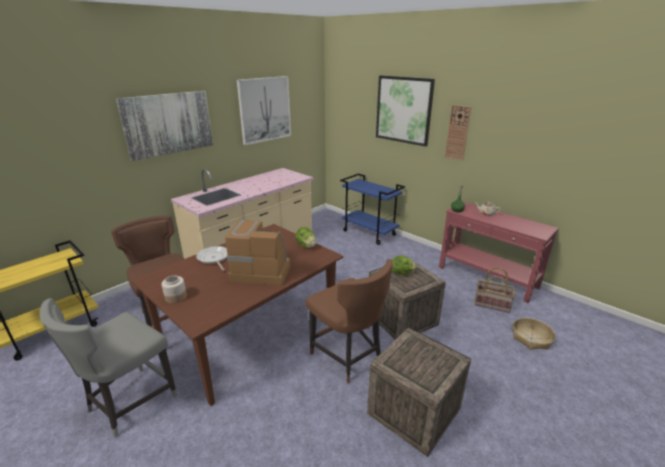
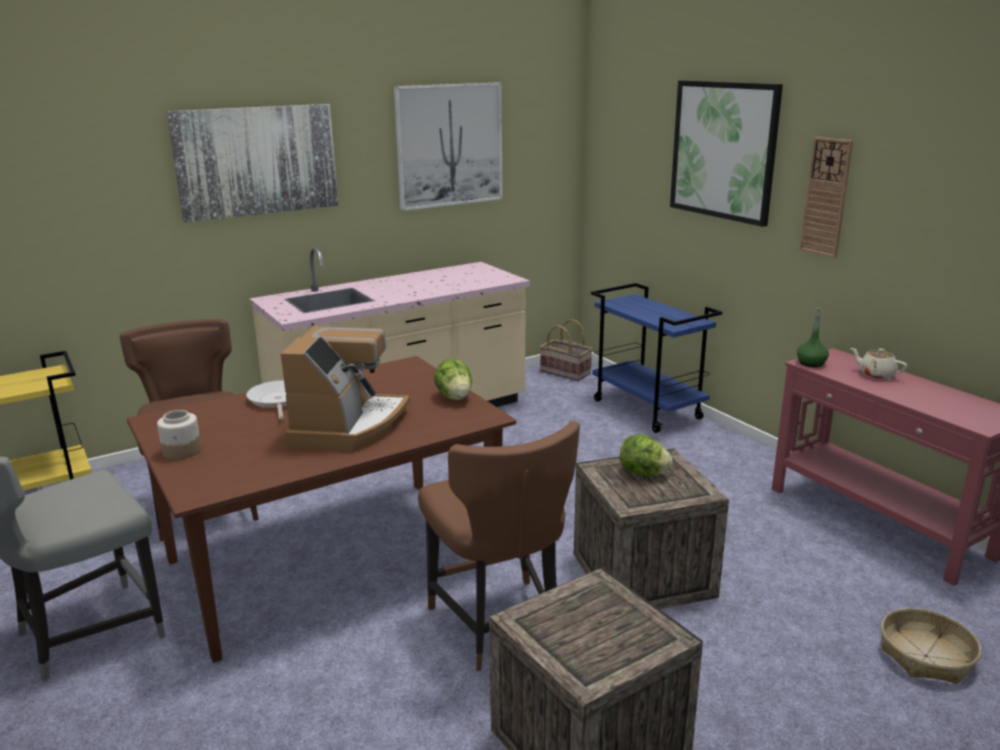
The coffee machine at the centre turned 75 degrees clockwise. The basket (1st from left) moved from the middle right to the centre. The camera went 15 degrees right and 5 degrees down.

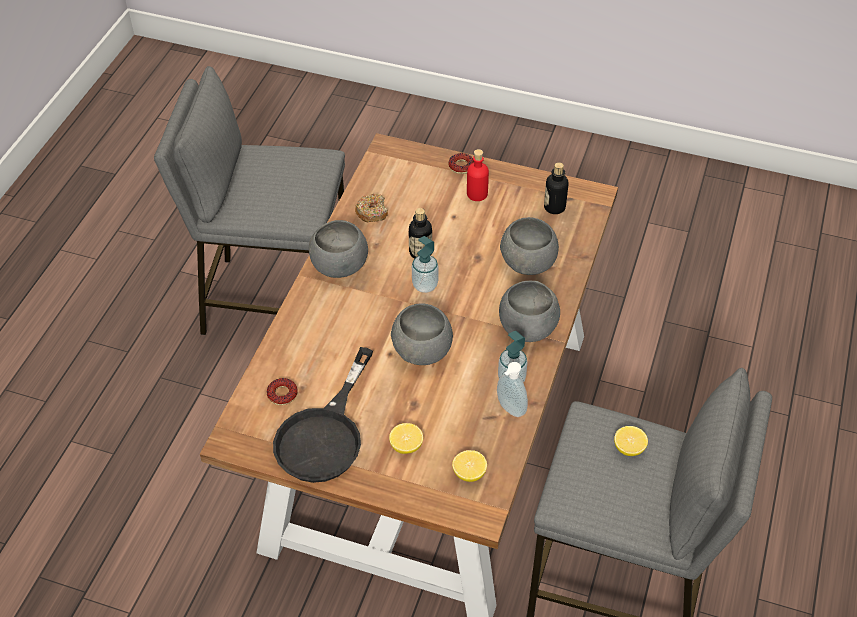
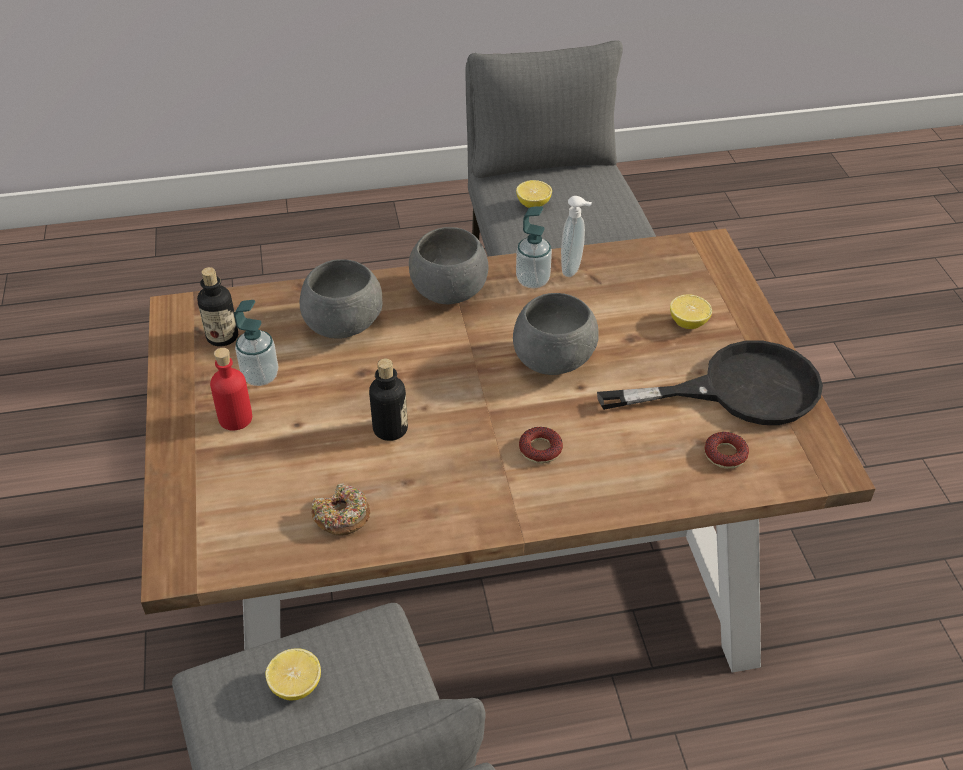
The grey bowl (1st from left) at the centre disappeared. The soap dispenser (1st from left) moved from the centre to the middle left. The donut (3rd from left in the first image) moved from the top centre to the centre. The lemon (2nd from left in the first image) moved from the bottom centre to the bottom left. The camera went 120 degrees left and 5 degrees down.

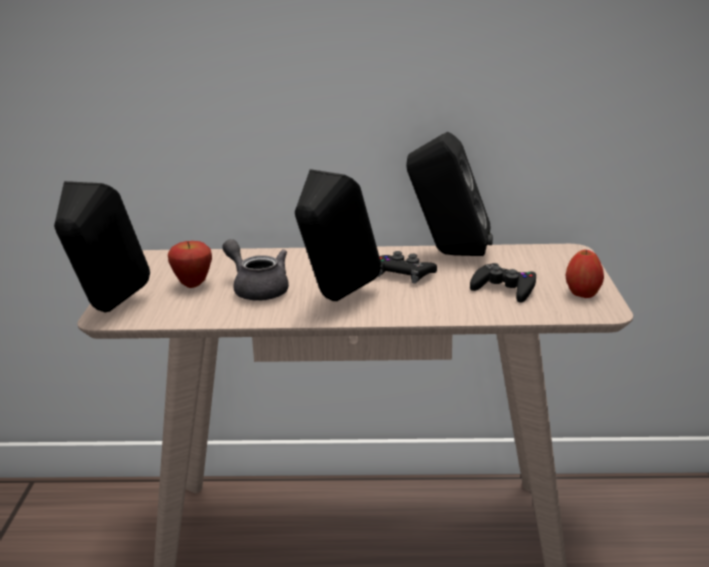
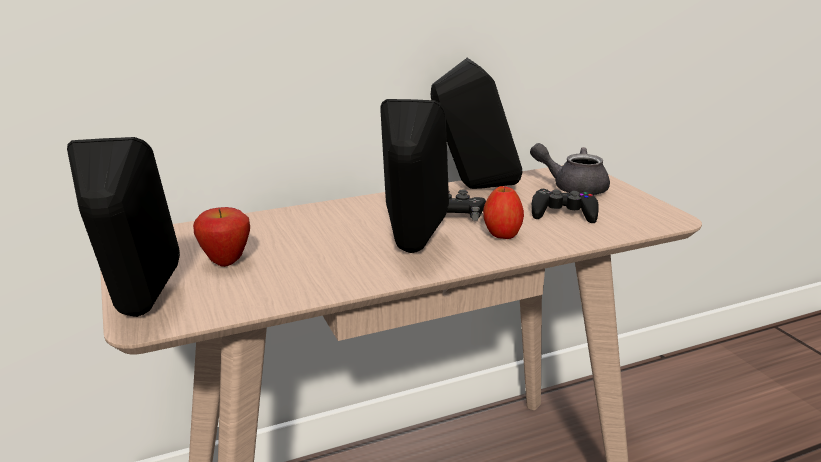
The grey teapot moved from the centre to the middle right. The apple (2nd from left) moved from the middle right to the centre. The camera went 25 degrees left and 0 degrees up.

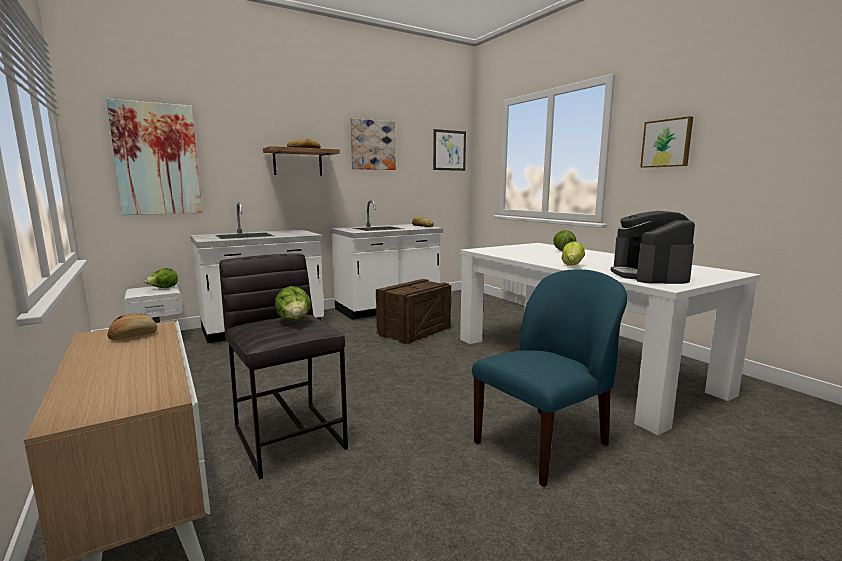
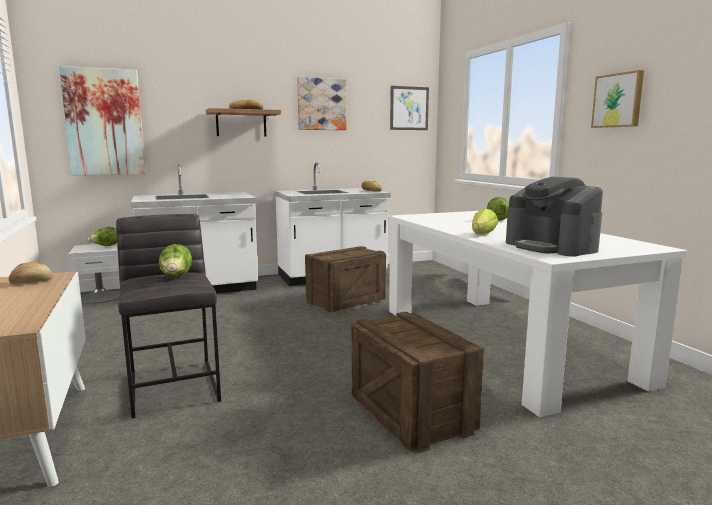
The blue chair at the bottom centre was replaced by the crate (2nd from left) at the bottom centre. The coffee machine at the middle right turned 45 degrees counterclockwise. The camera went 10 degrees right and 0 degrees up.

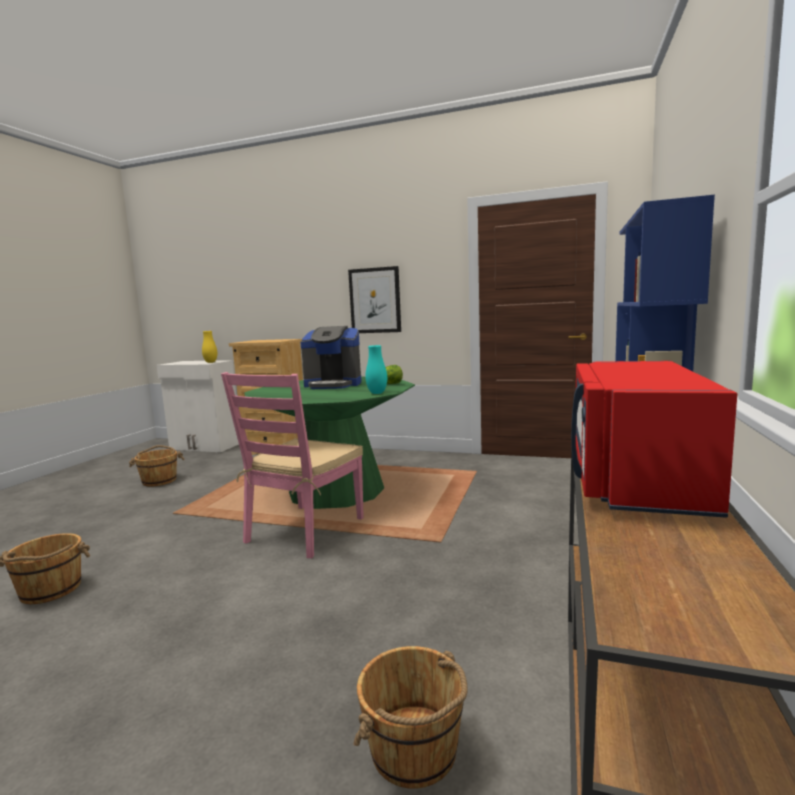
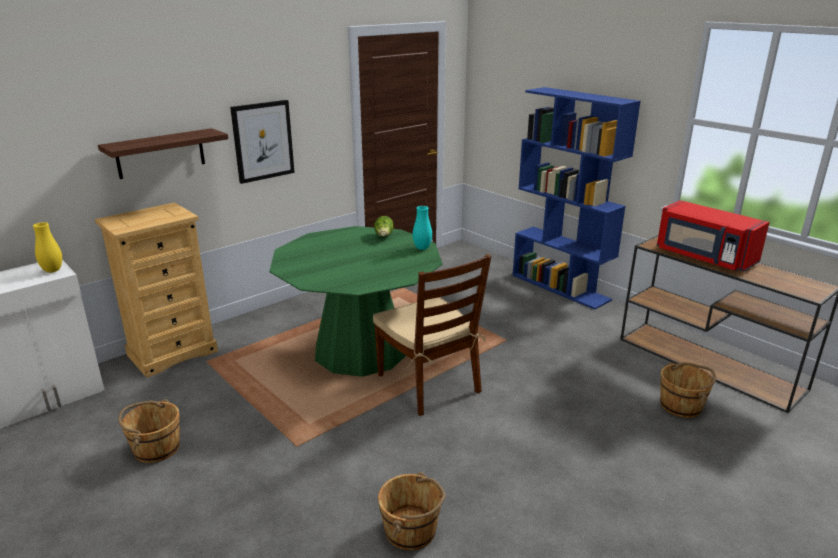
The pink chair at the centre became the brown chair at the centre. The coffee machine at the centre disappeared. The shelf at the top left appeared. The camera went 60 degrees left and 15 degrees up.

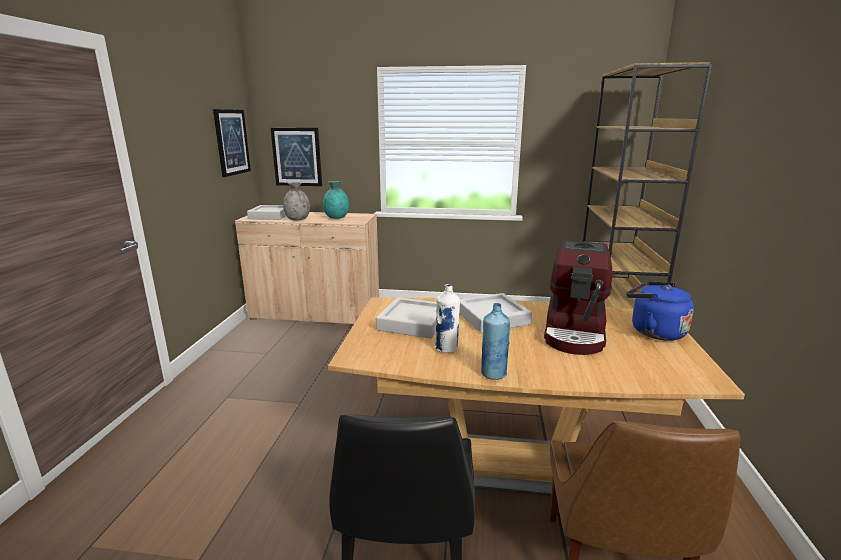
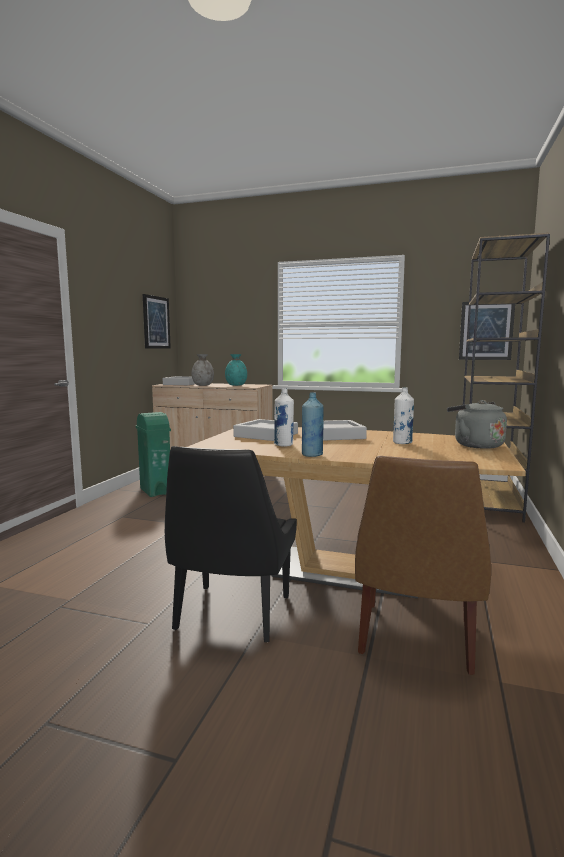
The picture (2nd from left) moved from the top centre to the middle right. The coffee machine at the middle right was replaced by the white bottle (2nd from left) at the middle right. The blue kettle at the middle right became the grey kettle at the middle right. The green trash can at the middle left appeared. The camera went 10 degrees right and 10 degrees down.

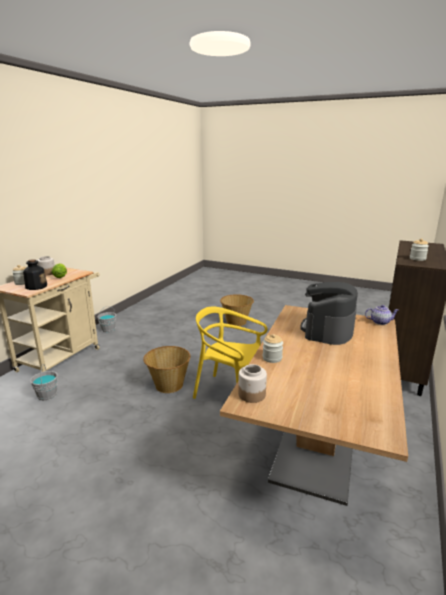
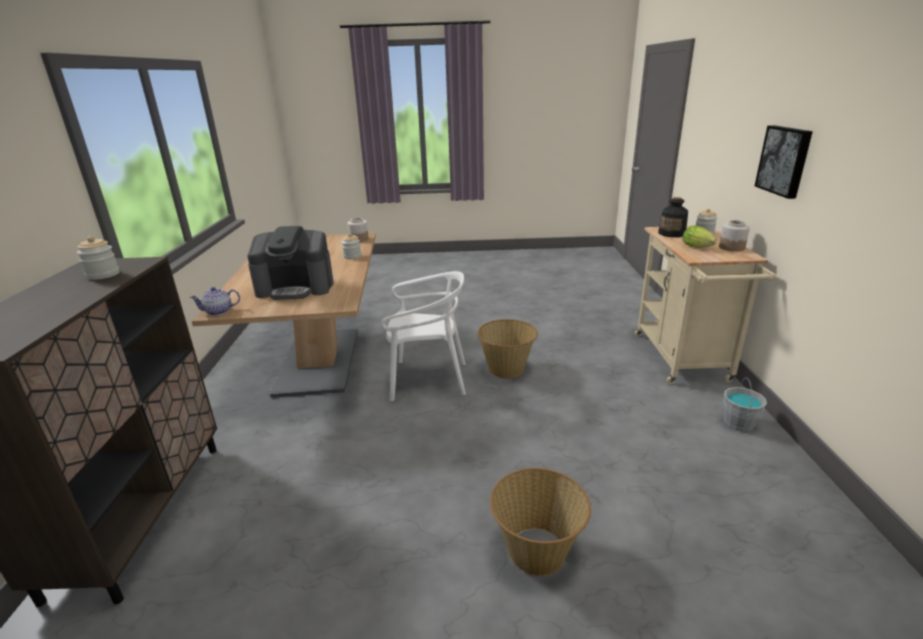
The grey bucket (1st from left) at the middle left disappeared. The yellow chair at the centre became the white chair at the centre. The coffee machine at the middle right turned 90 degrees clockwise. The picture at the top right appeared. The camera went 155 degrees right and 5 degrees up.

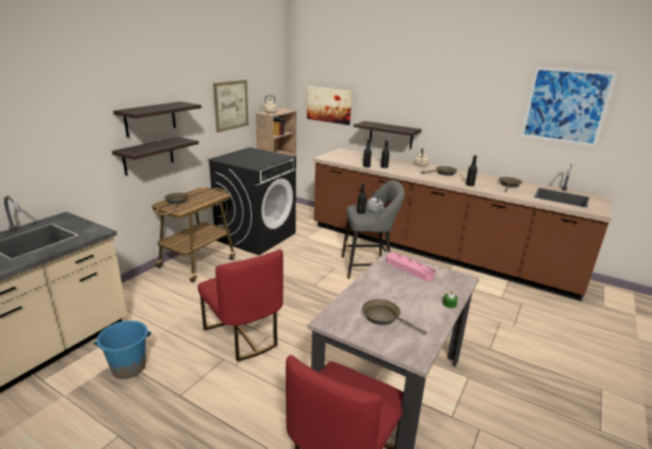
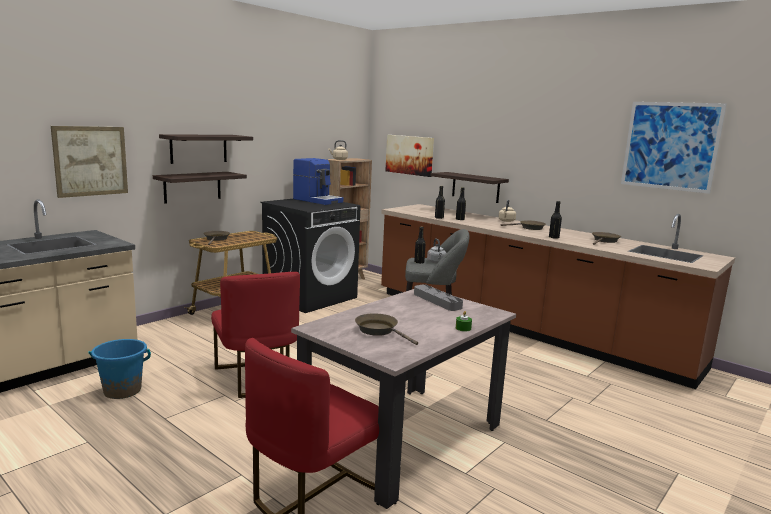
The picture (1st from left) moved from the top centre to the top left. The pink tray at the centre became the grey tray at the centre. The coffee machine at the centre appeared. The camera went 10 degrees right and 10 degrees down.

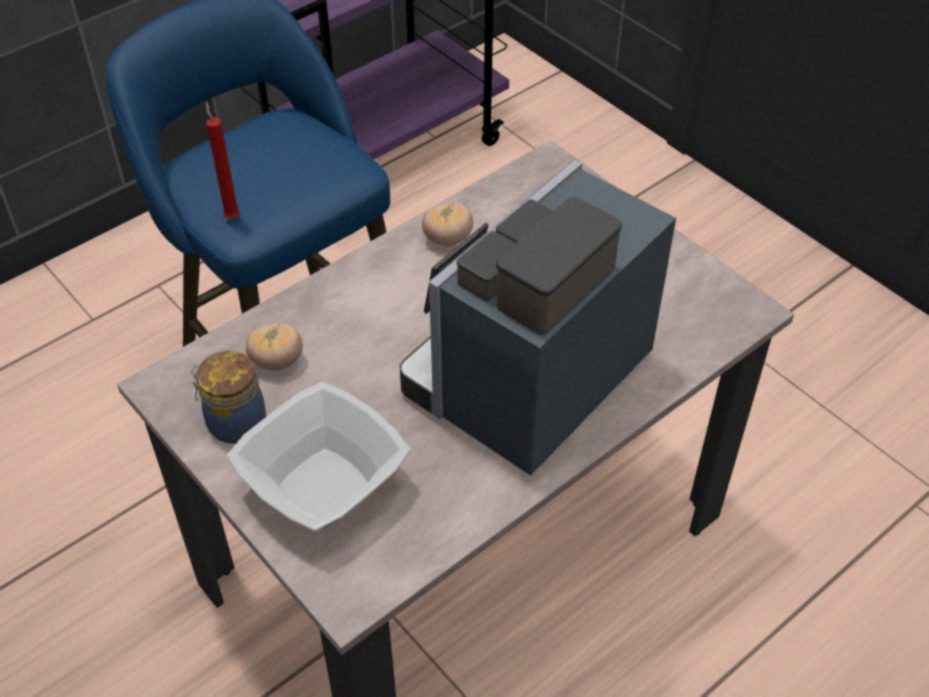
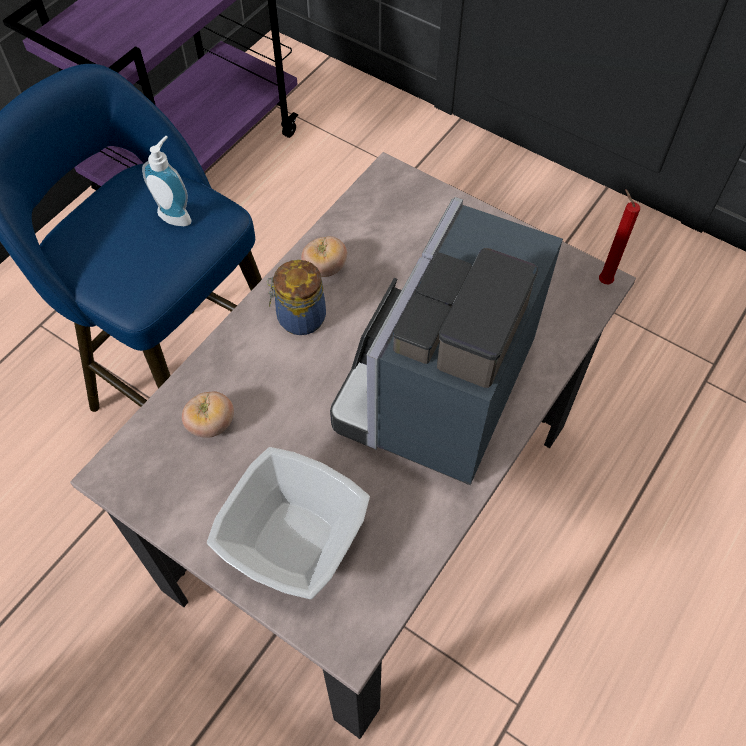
The jar moved from the middle left to the centre. The red candle moved from the top left to the top right. The soap dispenser at the top left appeared. The camera went 15 degrees left and 10 degrees up.

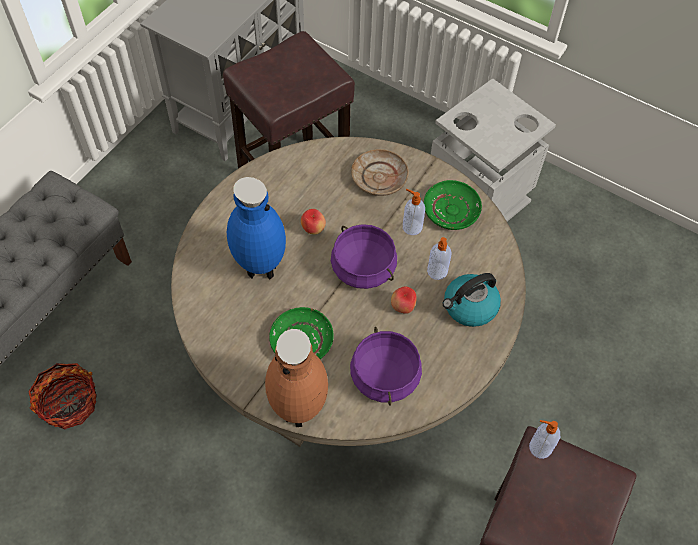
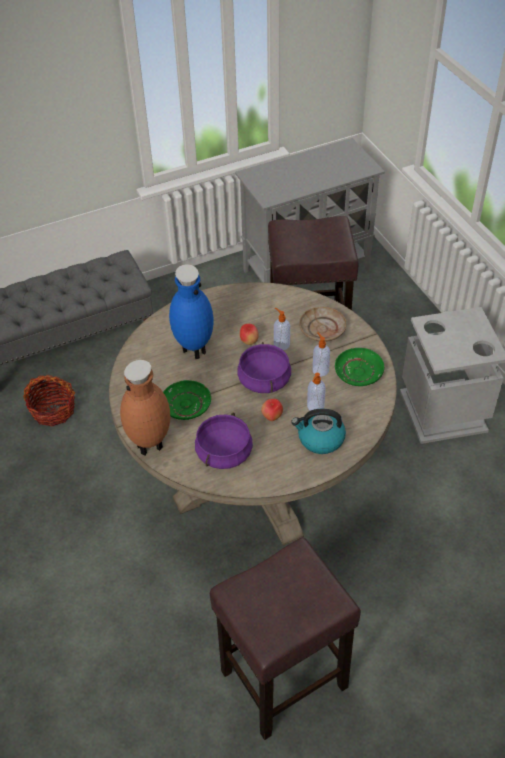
The soap dispenser (3rd from left in the first image) moved from the bottom right to the centre. The camera went 35 degrees right and 10 degrees down.

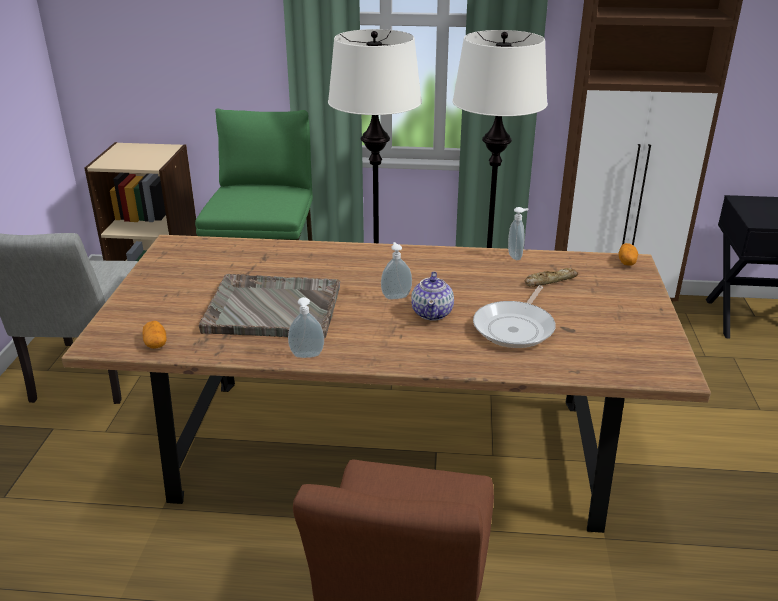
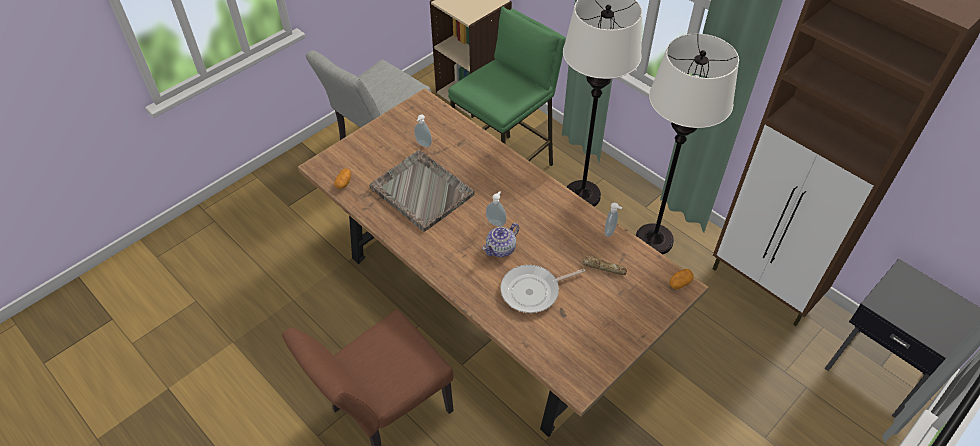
The soap dispenser (1st from left) moved from the centre to the top centre. The camera went 40 degrees right and 20 degrees up.

